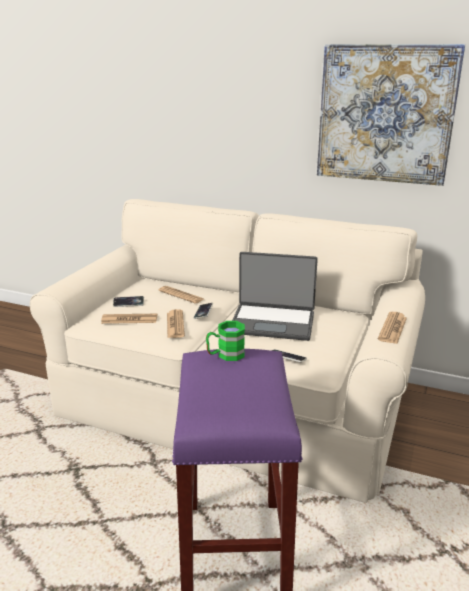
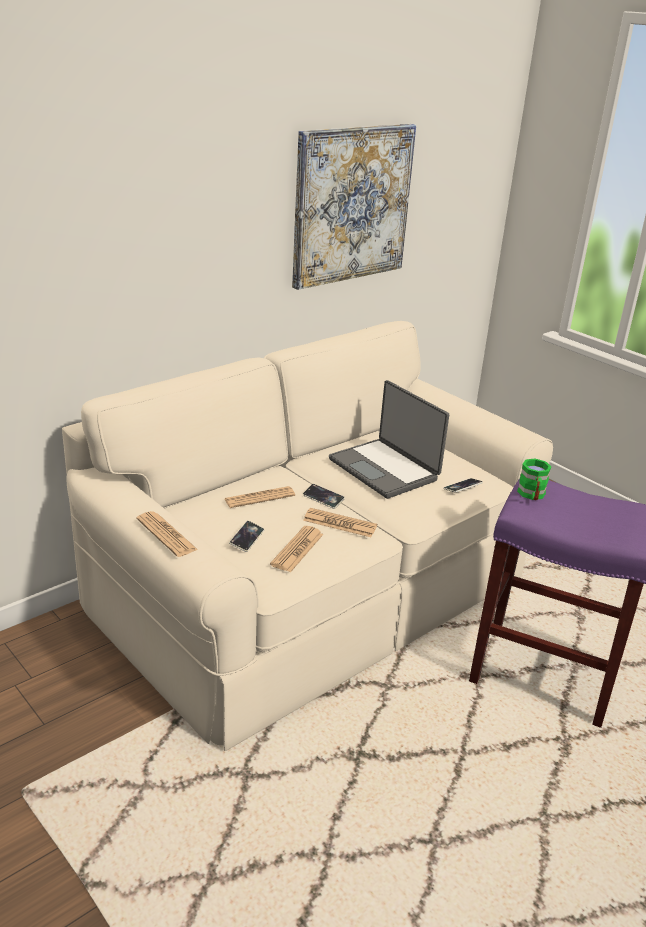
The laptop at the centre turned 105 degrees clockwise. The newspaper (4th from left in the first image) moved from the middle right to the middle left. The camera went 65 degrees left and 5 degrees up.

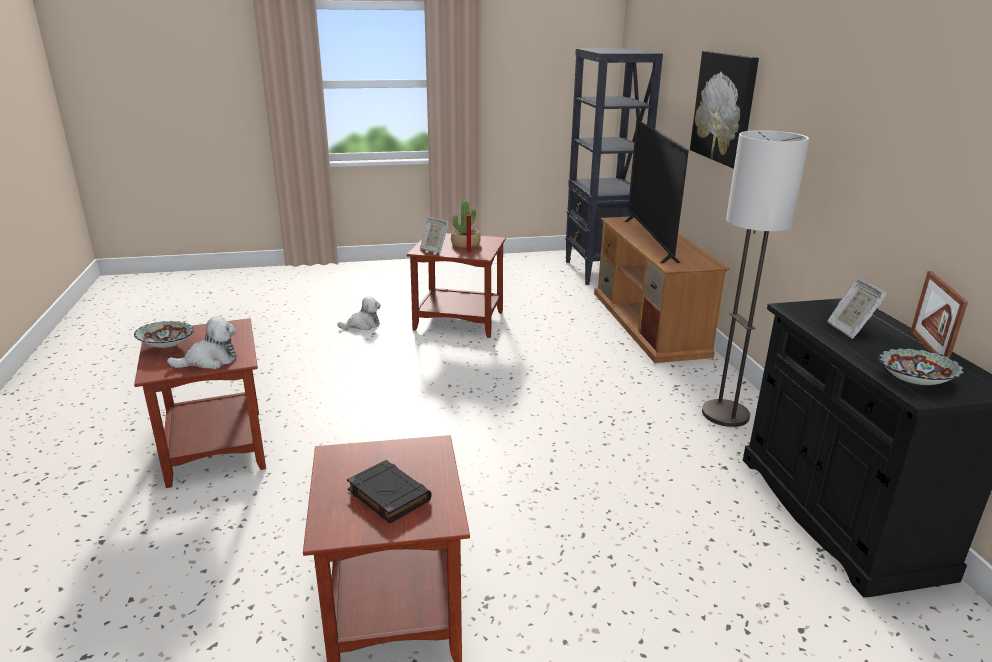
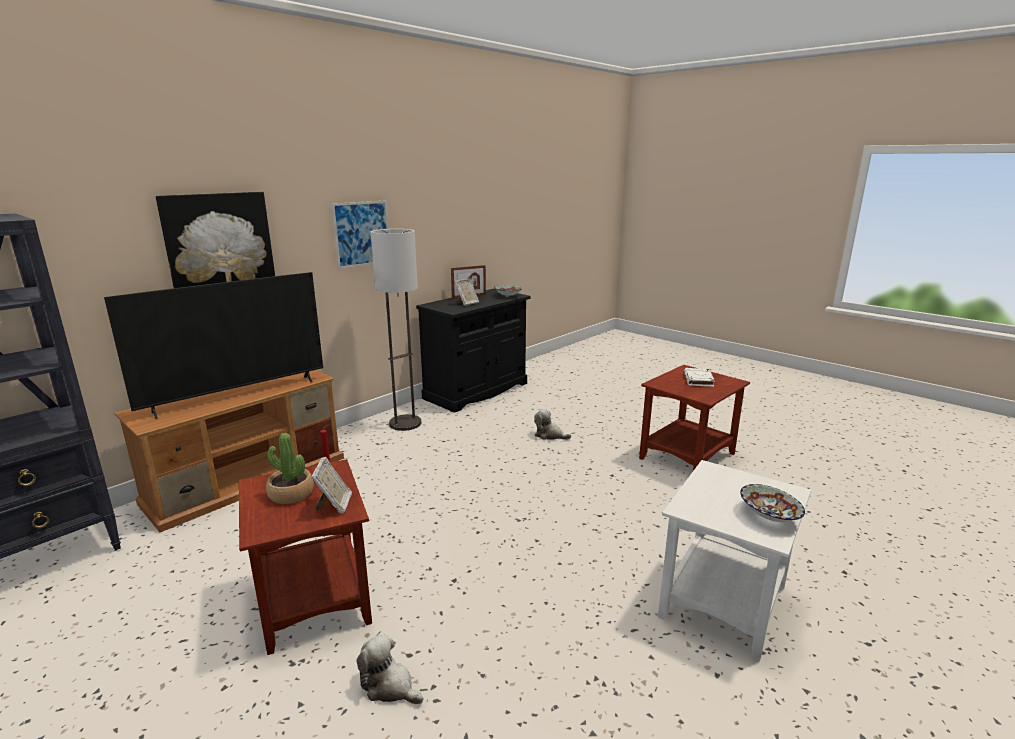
The brown side table (1st from left) at the middle left became the white side table at the bottom right. The plush toy (1st from left in the first image) moved from the middle left to the centre. The black book at the bottom centre became the white book at the middle right. The picture (2nd from left) at the top centre appeared. The camera went 125 degrees left and 5 degrees down.

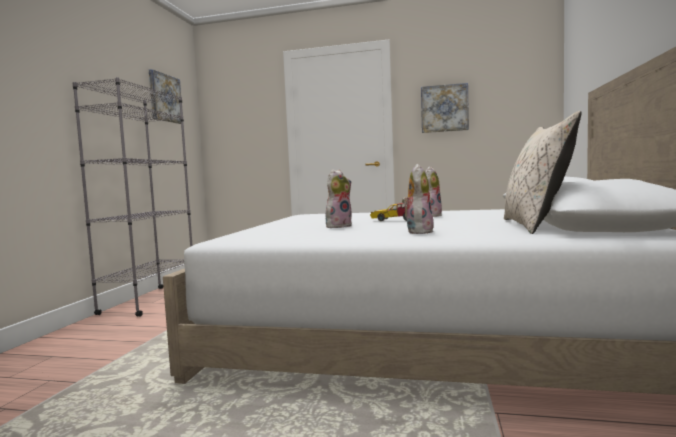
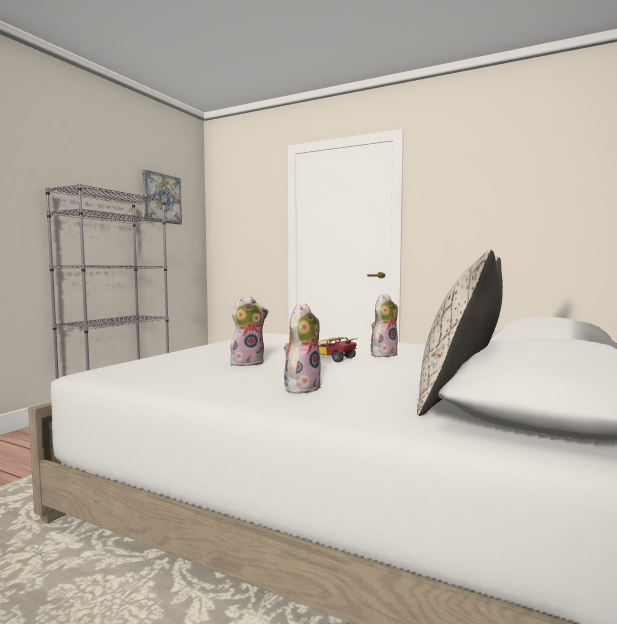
The picture (2nd from left) at the top centre disappeared. The camera went 15 degrees right and 0 degrees up.

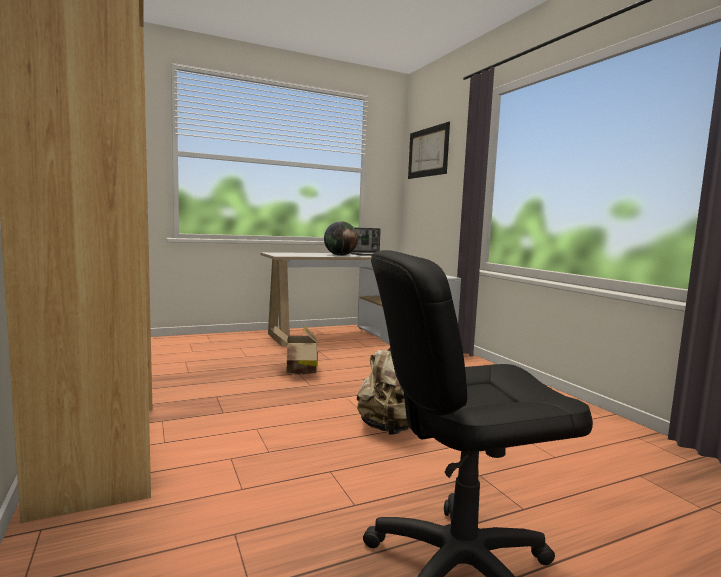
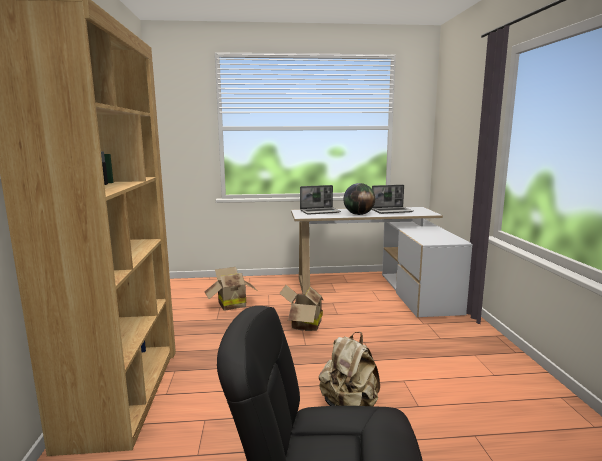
The picture at the top centre disappeared. The cardboard box (1st from left) at the centre appeared. The laptop (1st from left) at the centre appeared. The camera went 20 degrees right and 5 degrees up.

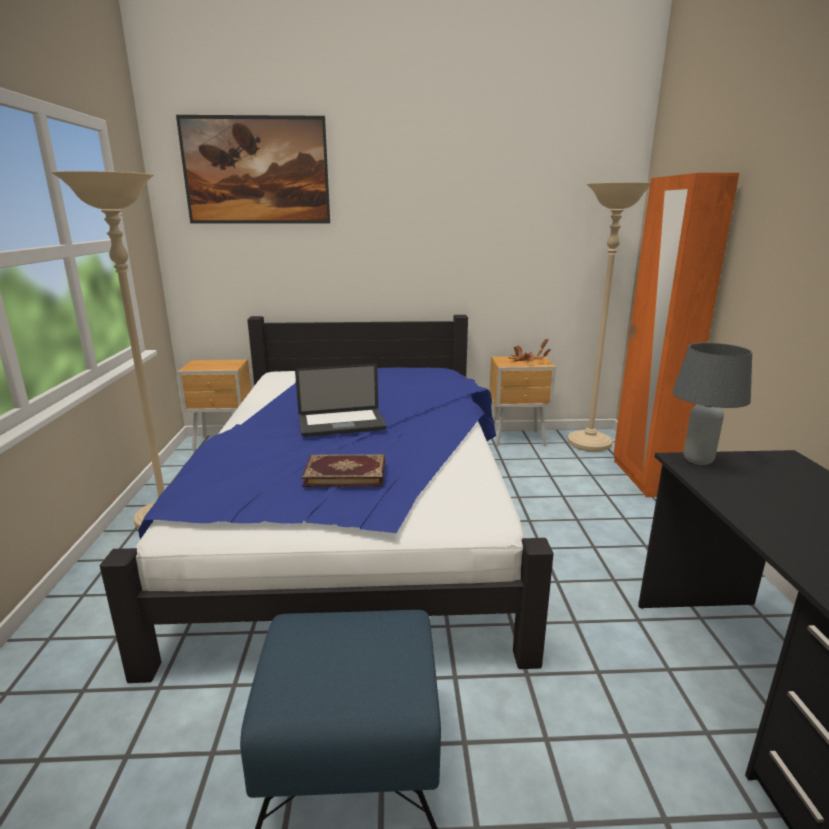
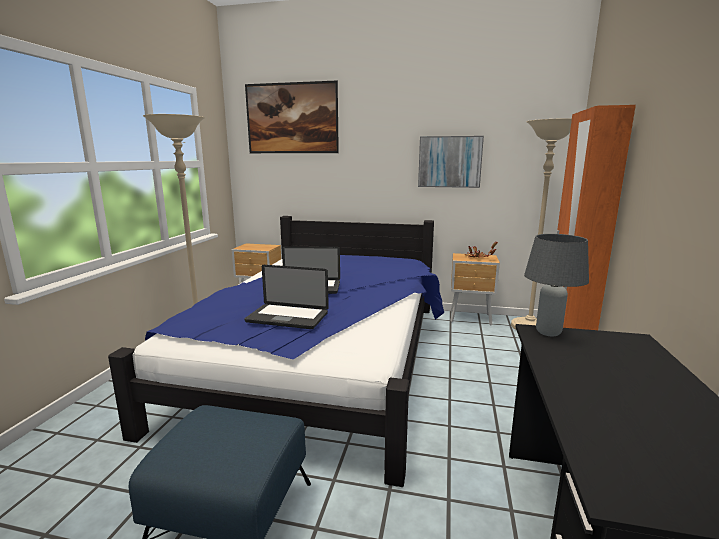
The book at the centre was replaced by the laptop (1st from left) at the centre. The picture (2nd from left) at the top centre appeared. The camera went 15 degrees right and 5 degrees down.

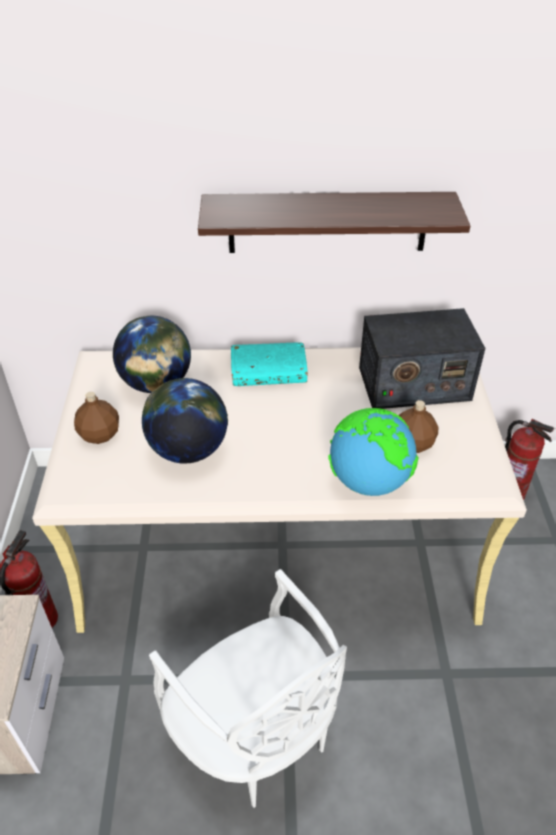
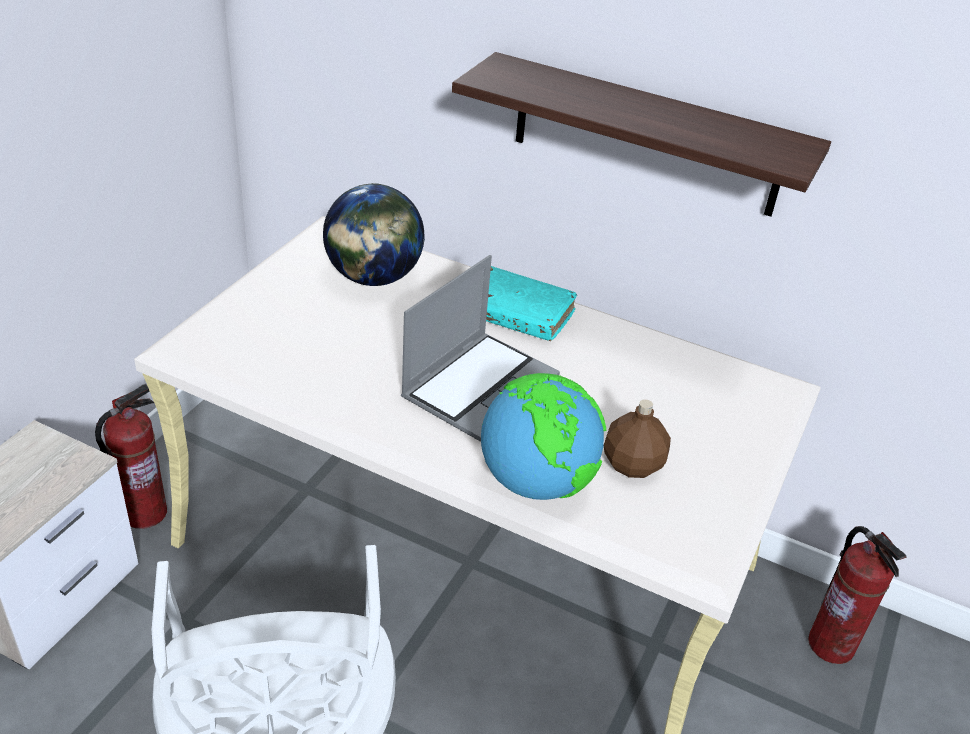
The brown bottle (1st from left) at the middle left disappeared. The globe (2nd from left) at the middle left disappeared. The radio at the middle right disappeared. The laptop at the centre appeared. The camera went 25 degrees right and 5 degrees down.

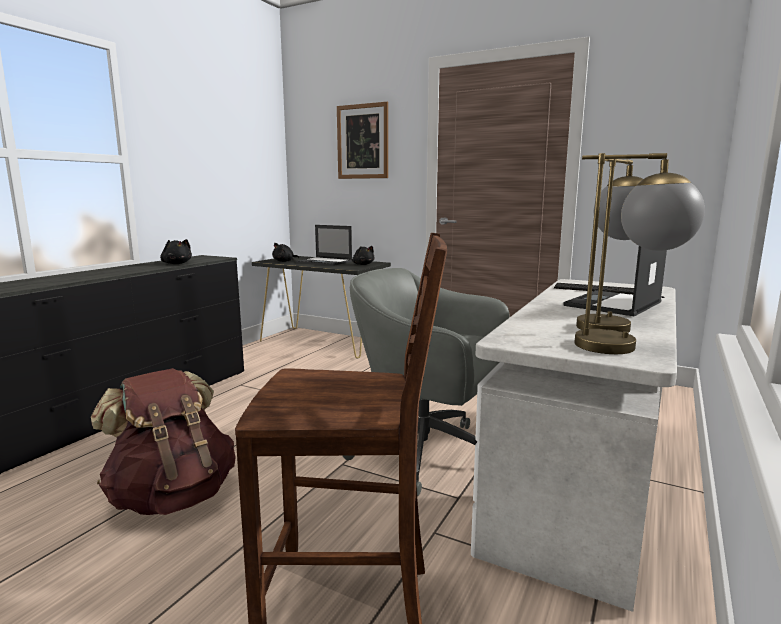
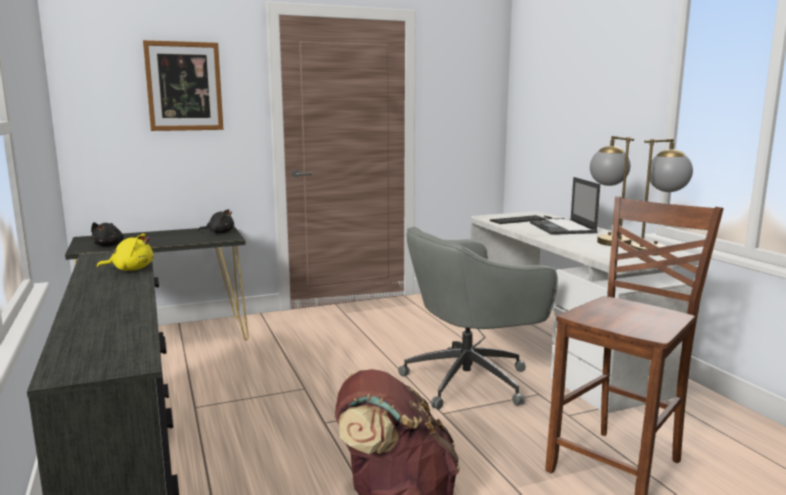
The black plush toy (1st from left) at the middle left became the yellow plush toy at the middle left. The laptop (1st from left) at the centre disappeared. The camera went 50 degrees left and 0 degrees up.

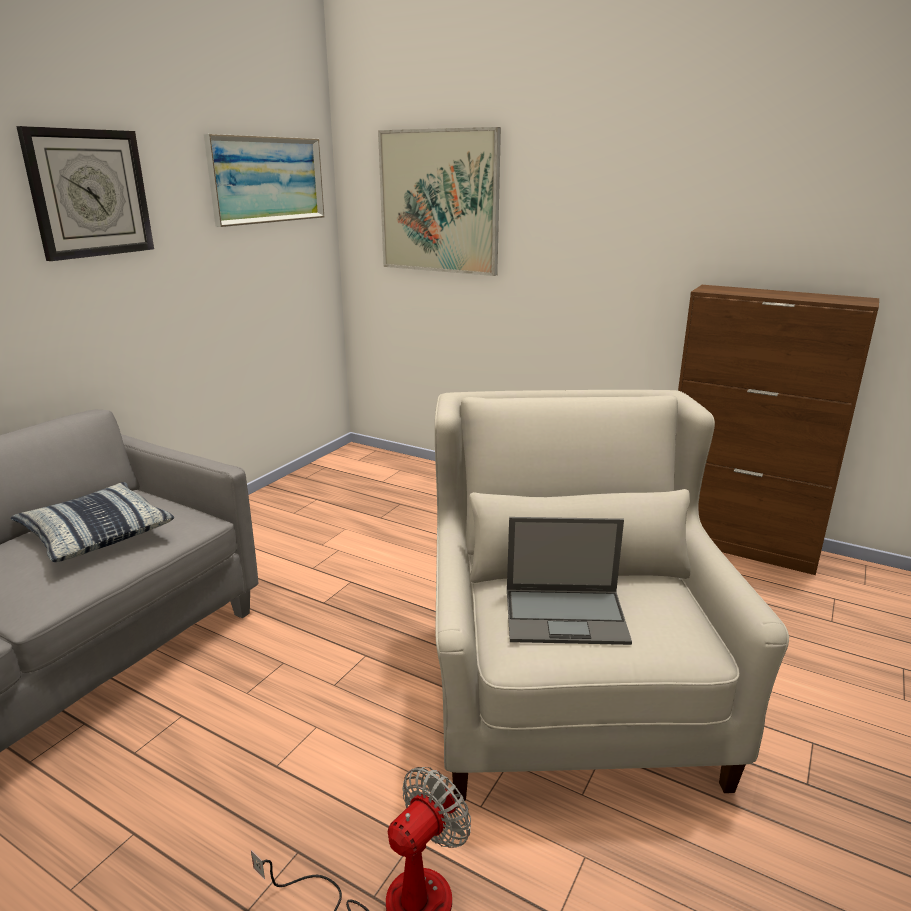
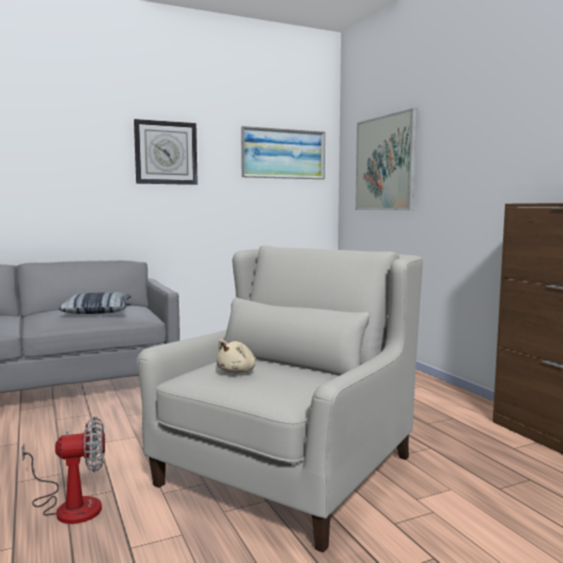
The laptop at the centre was replaced by the beige plush toy at the centre. The camera went 35 degrees right and 15 degrees down.

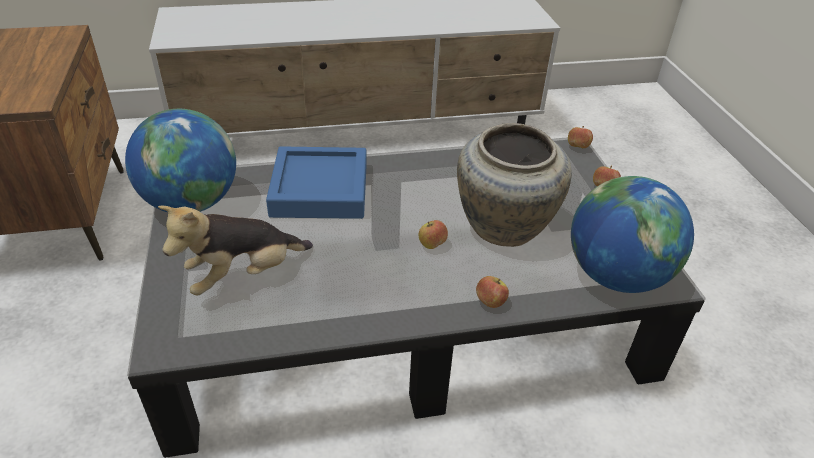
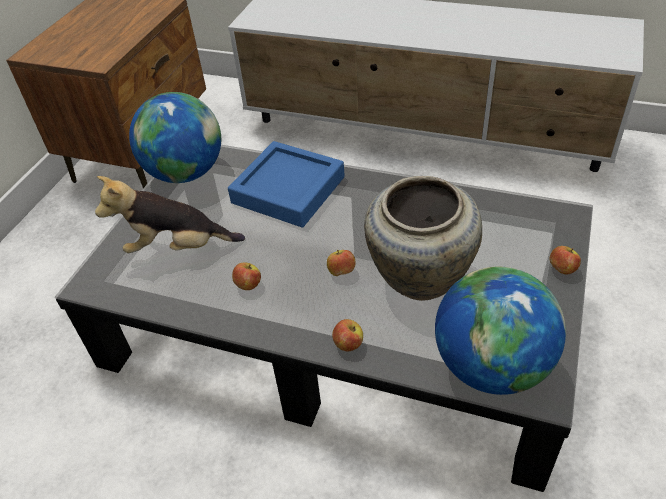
The apple (3rd from left in the first image) moved from the top right to the centre. The camera went 35 degrees right and 5 degrees up.

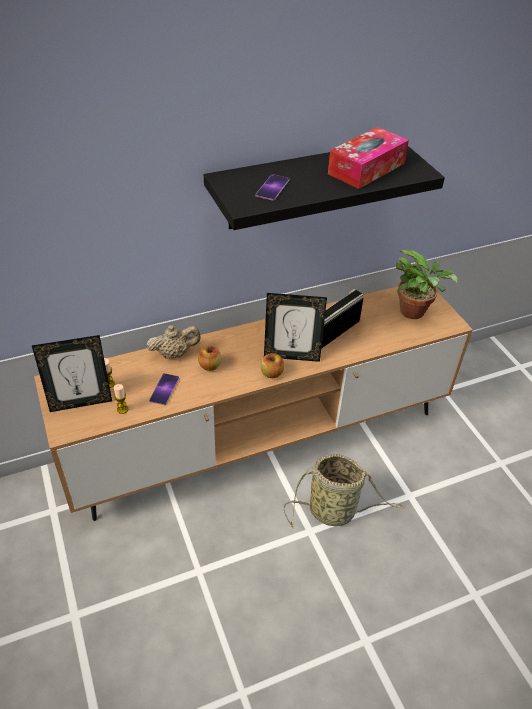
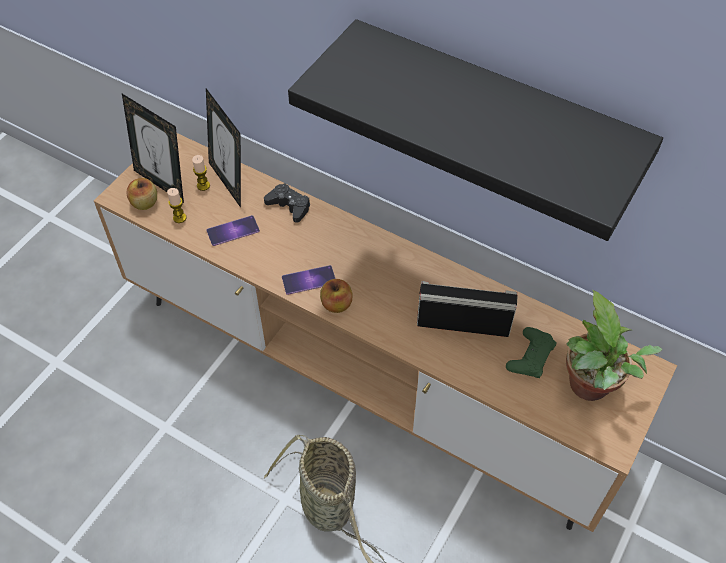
The beige teapot at the middle left was replaced by the black game controller at the centre. The apple (1st from left) moved from the centre to the middle left. The phone (2nd from left) moved from the top centre to the centre. The picture frame (2nd from left) moved from the centre to the top left. The tissue box at the top right disappeared. The green game controller at the middle right appeared. The camera went 55 degrees right and 10 degrees up.

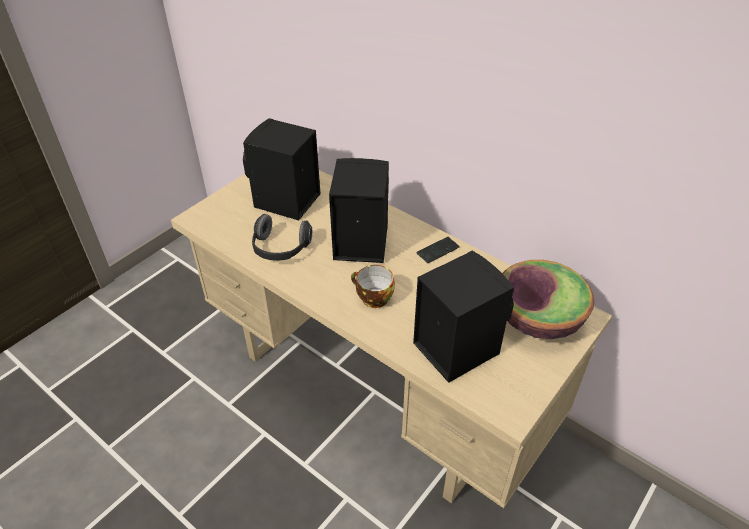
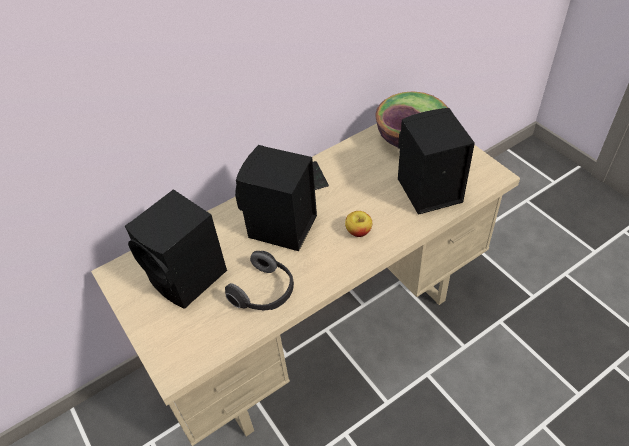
The cup at the centre was replaced by the apple at the centre. The camera went 70 degrees left and 5 degrees up.

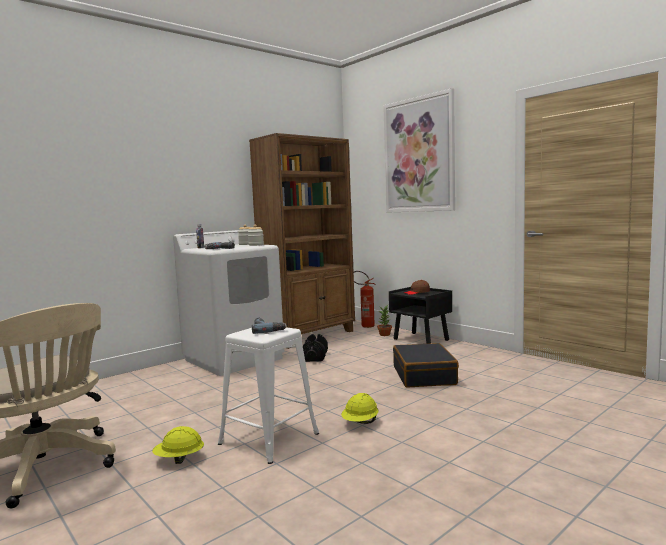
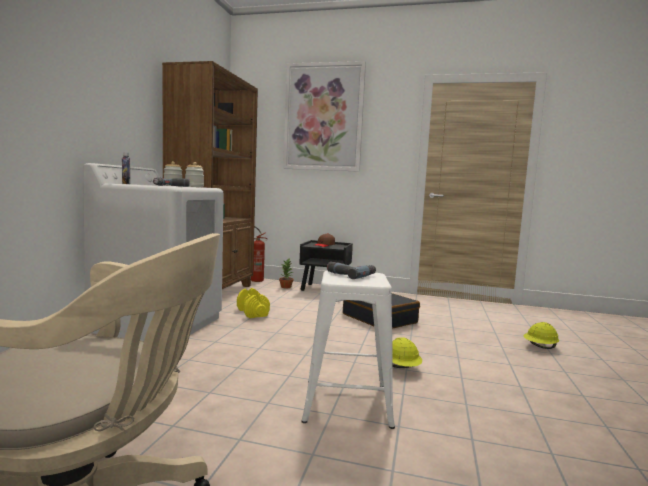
The yellow hard hat (1st from left in the first image) moved from the bottom left to the bottom right. The black dumbbell at the centre became the yellow dumbbell at the centre. The camera went 35 degrees left and 0 degrees up.

